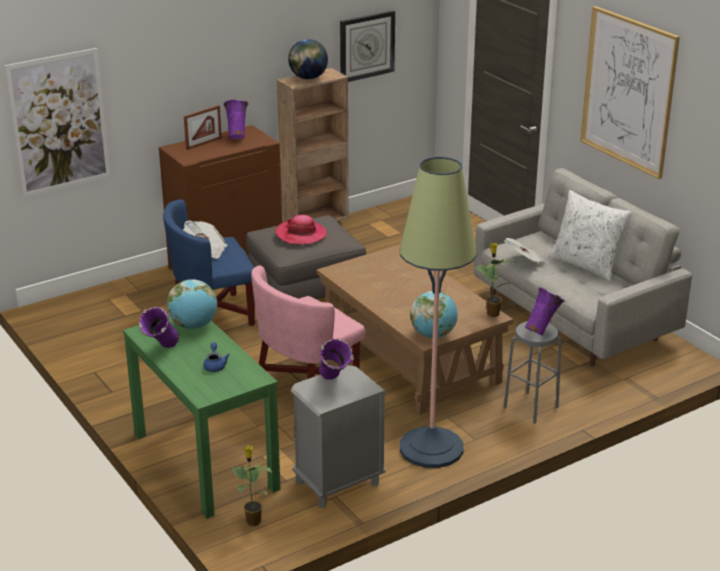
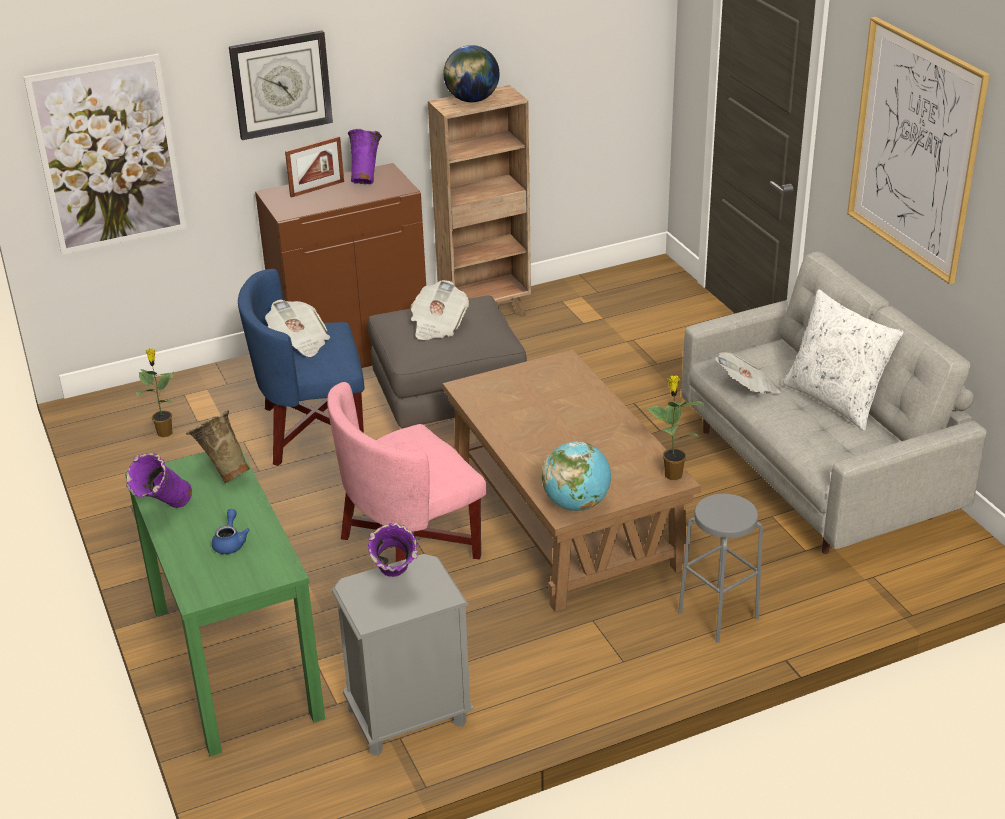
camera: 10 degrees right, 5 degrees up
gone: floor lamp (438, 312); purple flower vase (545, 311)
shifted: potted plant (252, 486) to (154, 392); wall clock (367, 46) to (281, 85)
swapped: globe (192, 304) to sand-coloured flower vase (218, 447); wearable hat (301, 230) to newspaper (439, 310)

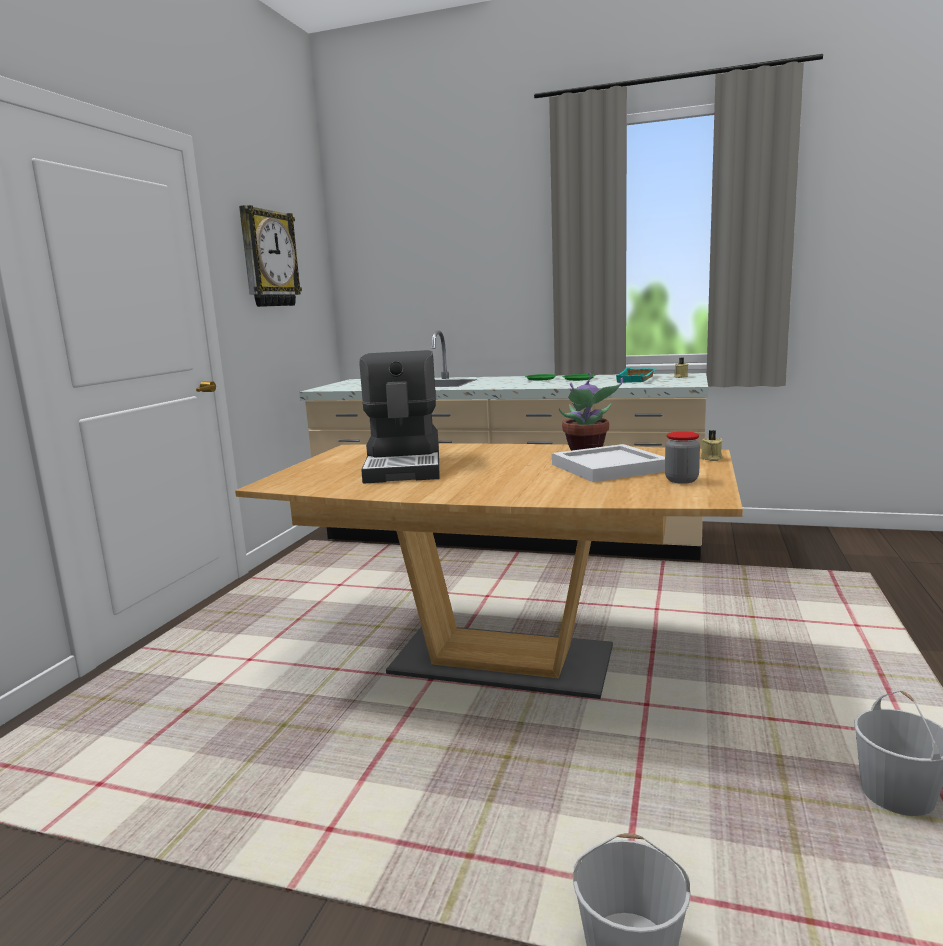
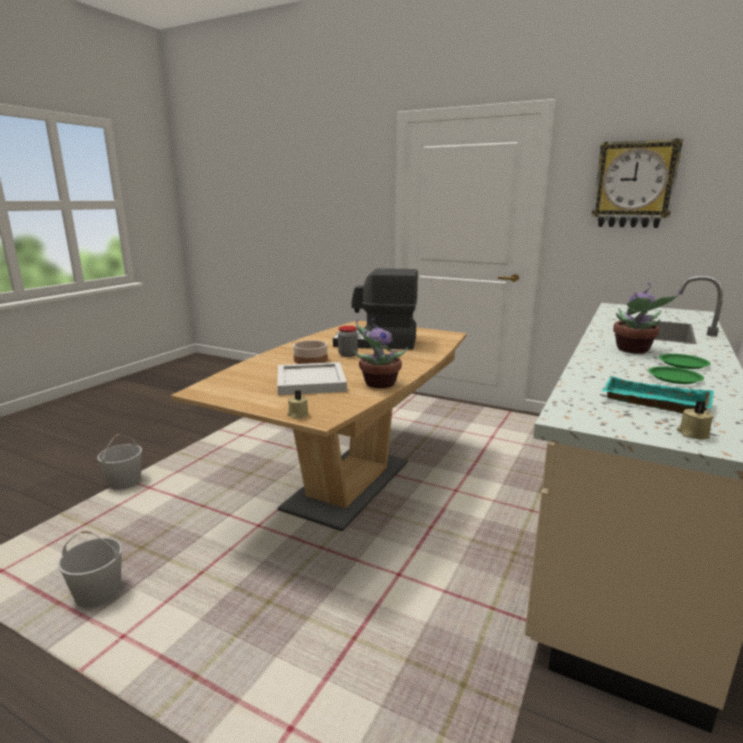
camera: 100 degrees right, 5 degrees up
new: bowl (310, 352); potted plant (646, 318)
shifted: jar (682, 457) to (348, 341)

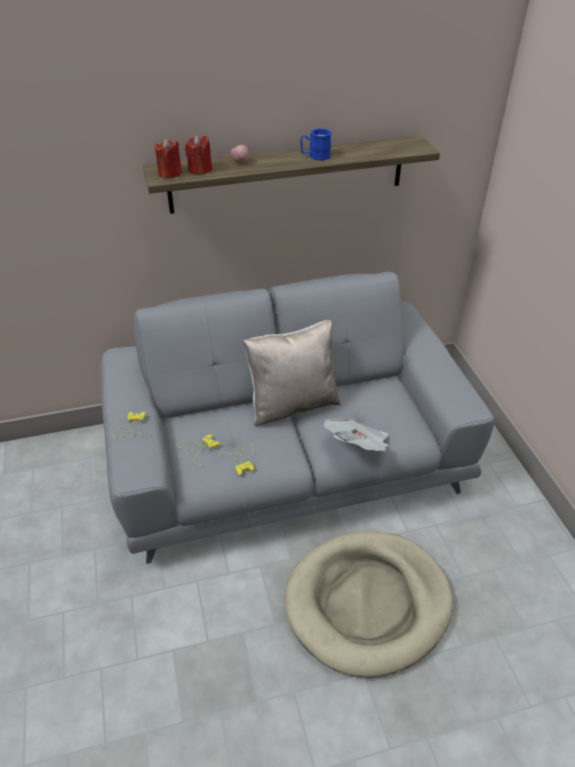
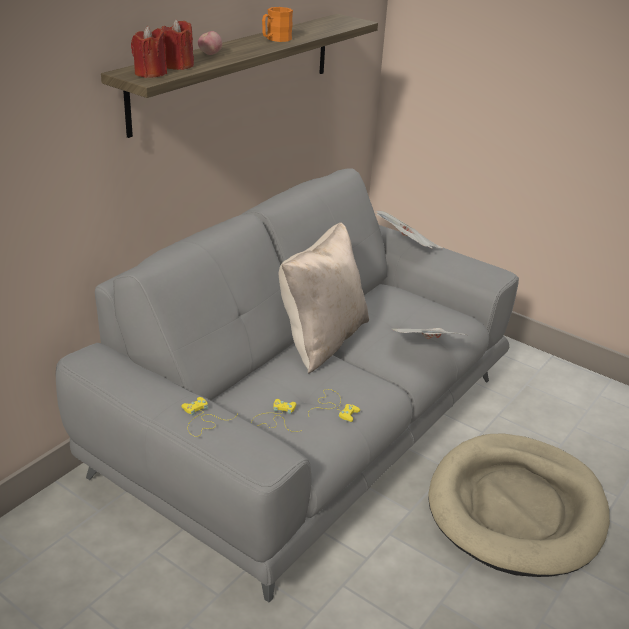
camera: 40 degrees left, 10 degrees down
new: newspaper (409, 230)
repainted: blue mug (316, 144) to orangey mug (277, 24)

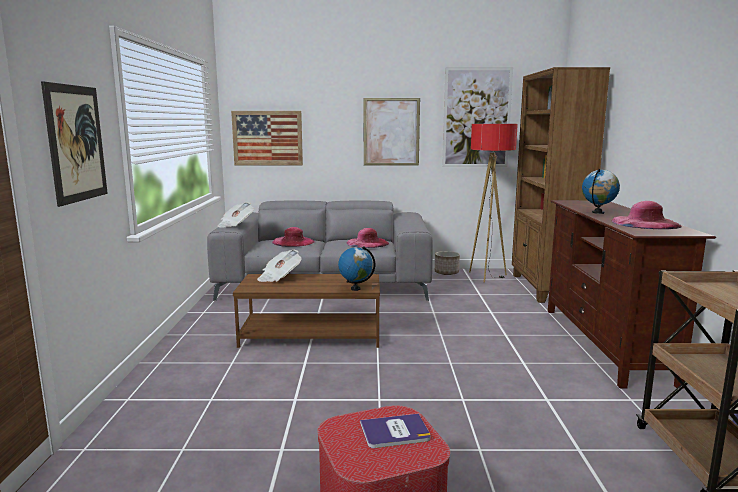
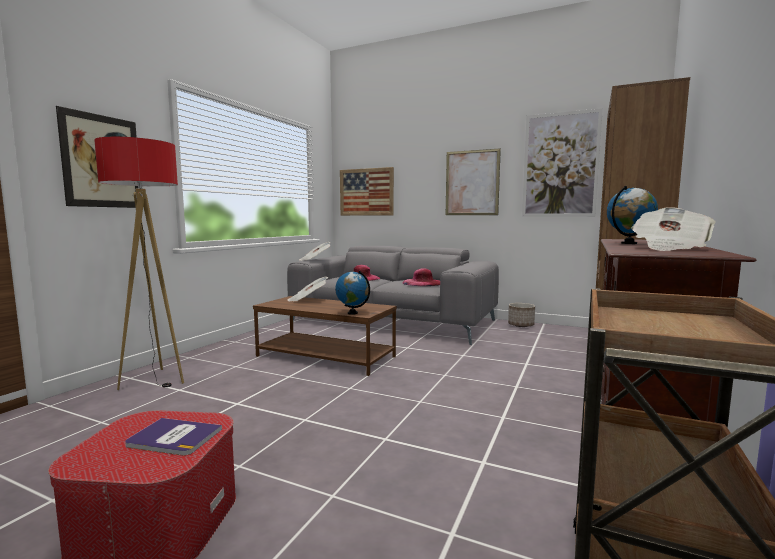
camera: 25 degrees right, 5 degrees down
shifted: floor lamp (493, 203) to (139, 263)
swapped: pink-coloured wearable hat (647, 215) to newspaper (673, 229)

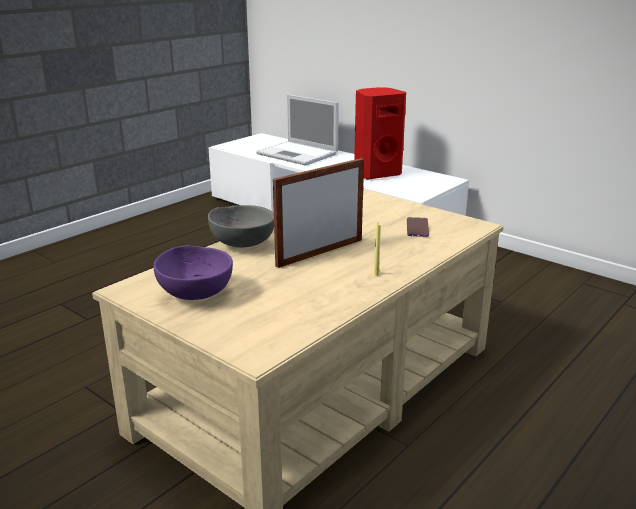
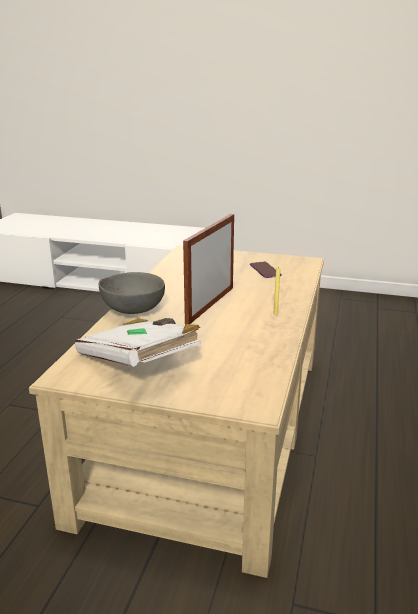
camera: 25 degrees left, 0 degrees up
gone: portable computer (297, 130); red-coloured speaker (380, 133)
swapped: purple bowl (193, 272) to white bound book (138, 342)

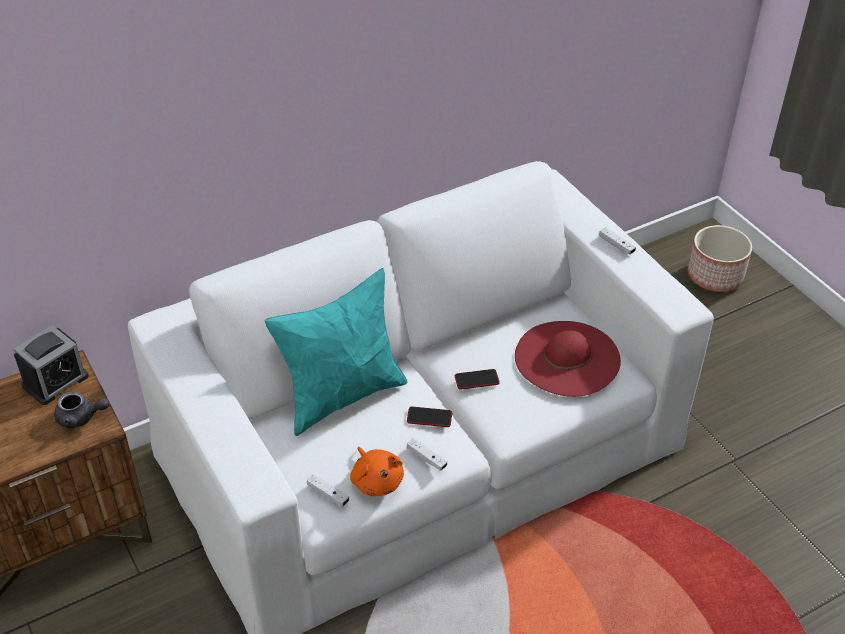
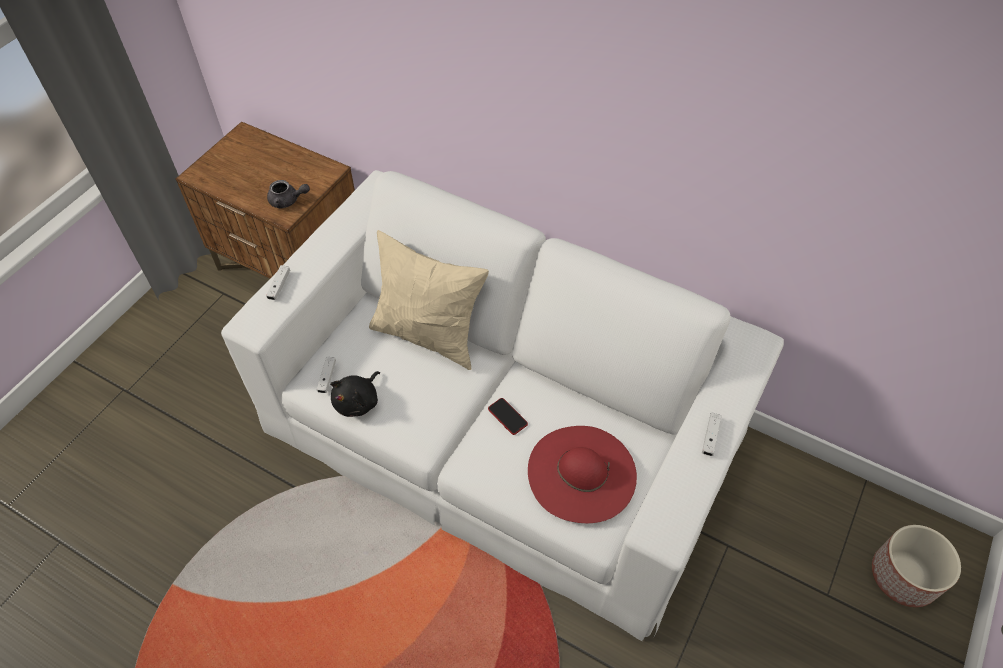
camera: 60 degrees right, 10 degrees up
gone: table clock (51, 365); telephone (429, 417)
shifted: white game controller (427, 454) to (278, 282)
repainted: orangey plush toy (377, 471) to black plush toy (355, 394); turquoise-coloured cushion (336, 352) to sand-coloured cushion (429, 300)
rotated: grey pot for tea (82, 410) = (288, 194) 60 degrees counterclockwise

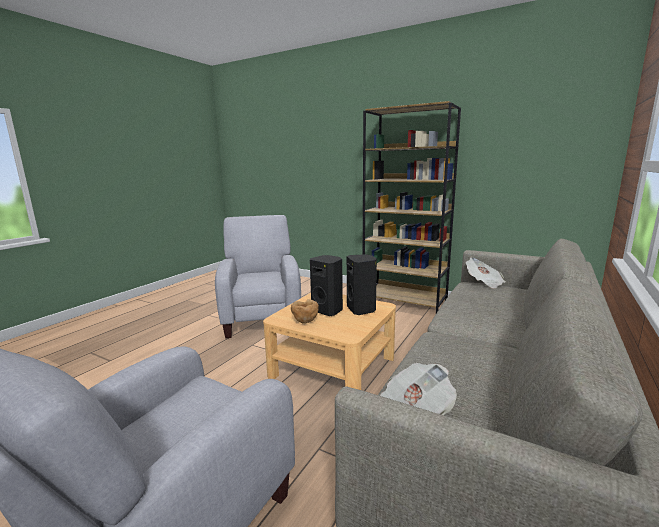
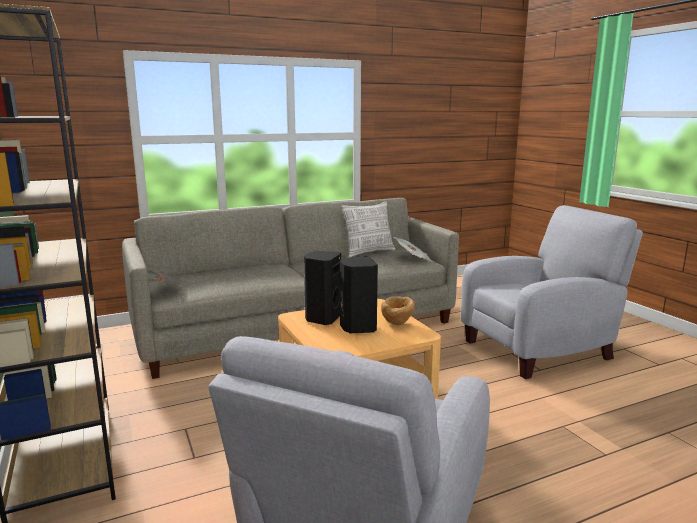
camera: 145 degrees left, 0 degrees up
new: cushion (368, 229)

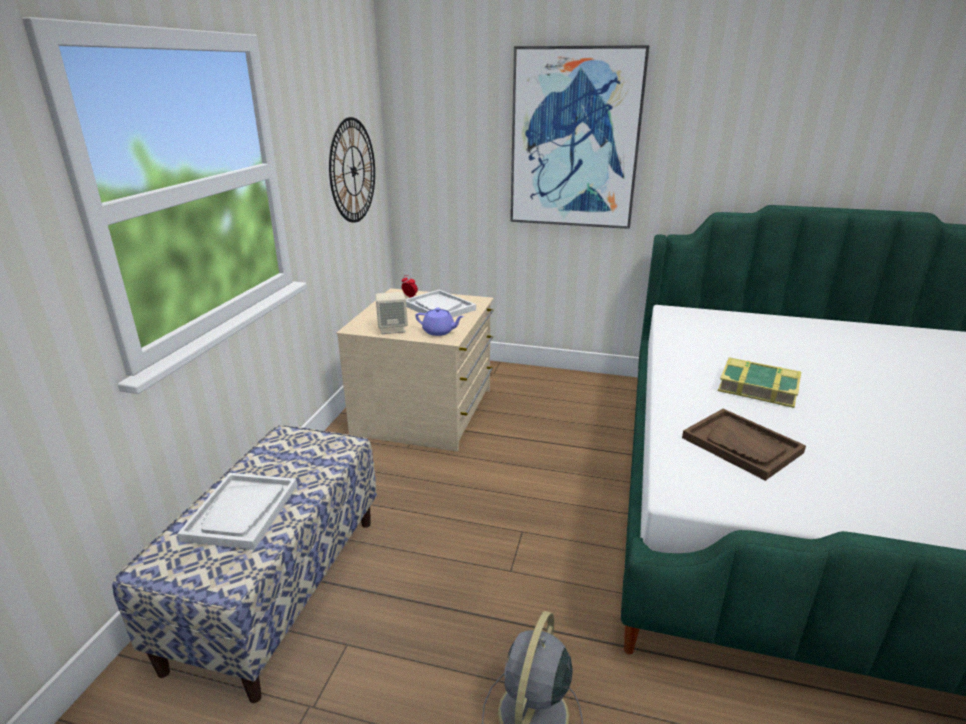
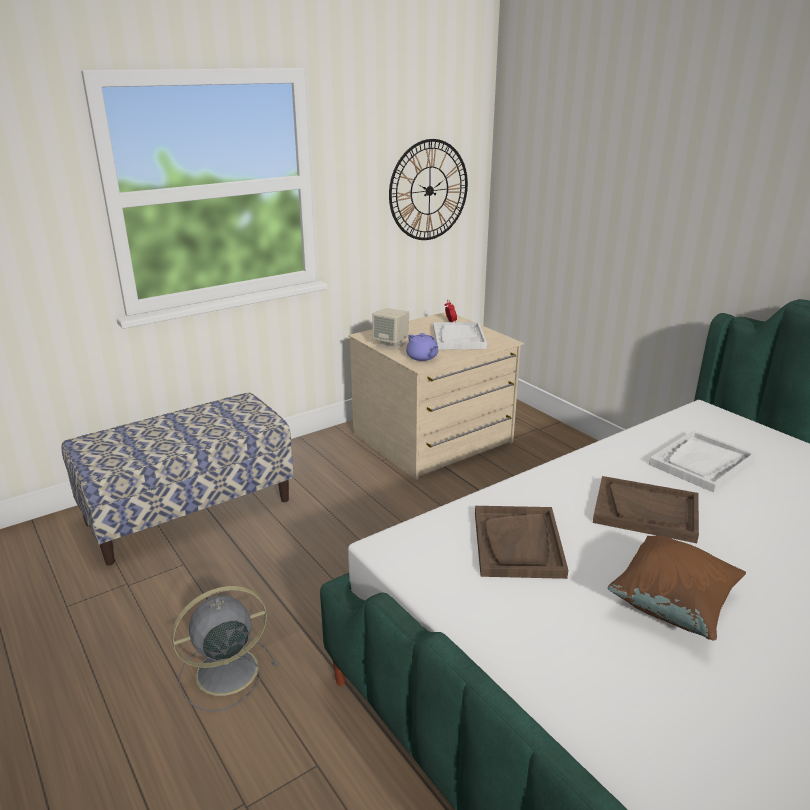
camera: 40 degrees right, 0 degrees up
gone: picture (579, 137)
new: brown cushion (677, 588)
shifted: white tray (237, 511) to (702, 461)
swapped: bound book (759, 382) to brown tray (646, 509)

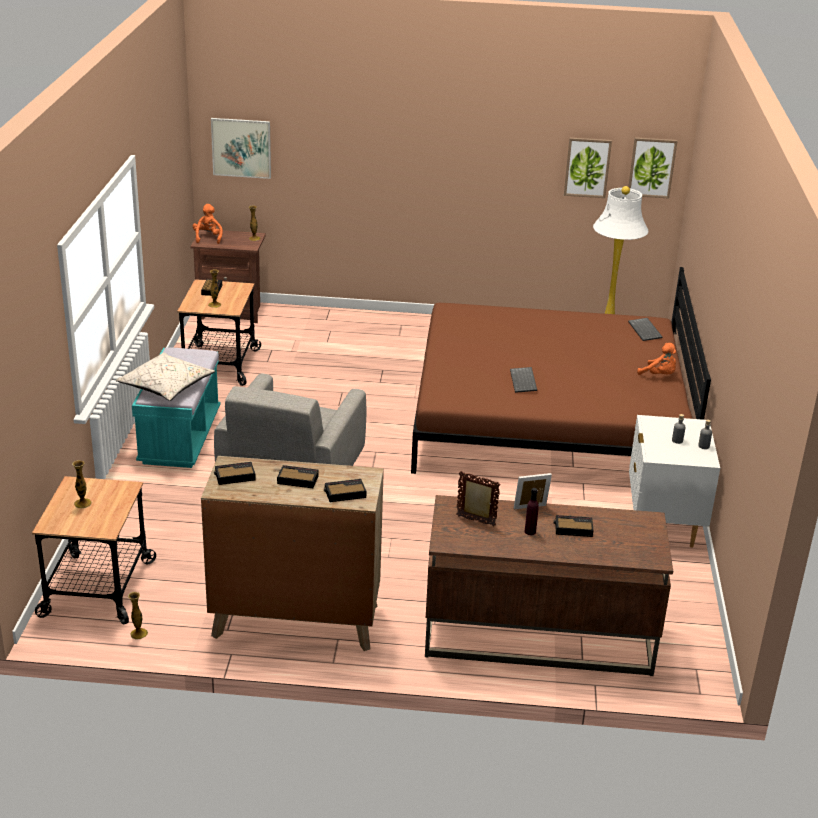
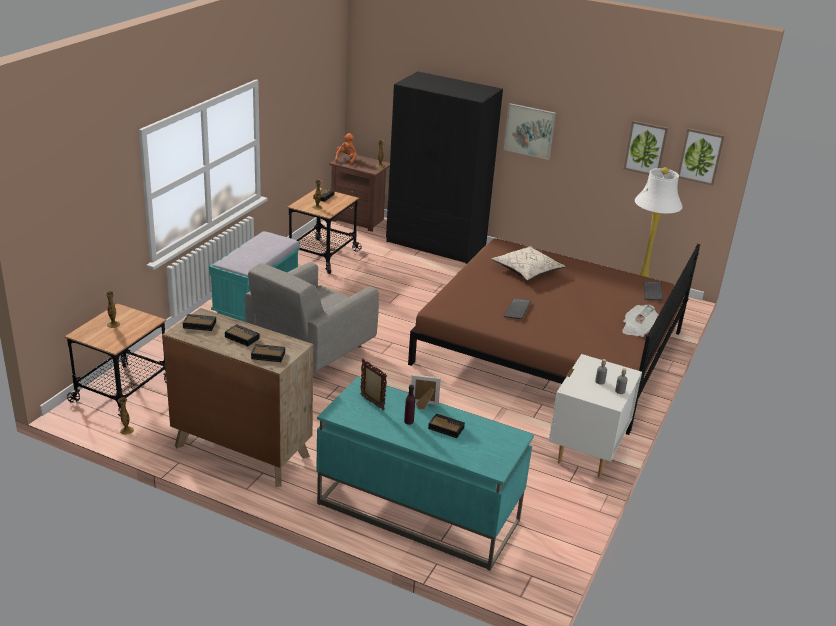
camera: 20 degrees right, 0 degrees up
new: black clothes cupboard (444, 167)
shifted: sand-coloured cushion (165, 376) to (529, 263); picture (241, 148) to (530, 131)
swapped: orangey plush toy (656, 359) to newspaper (640, 321)
repainted: brown desk table (549, 585) to turquoise-coloured desk table (425, 473)

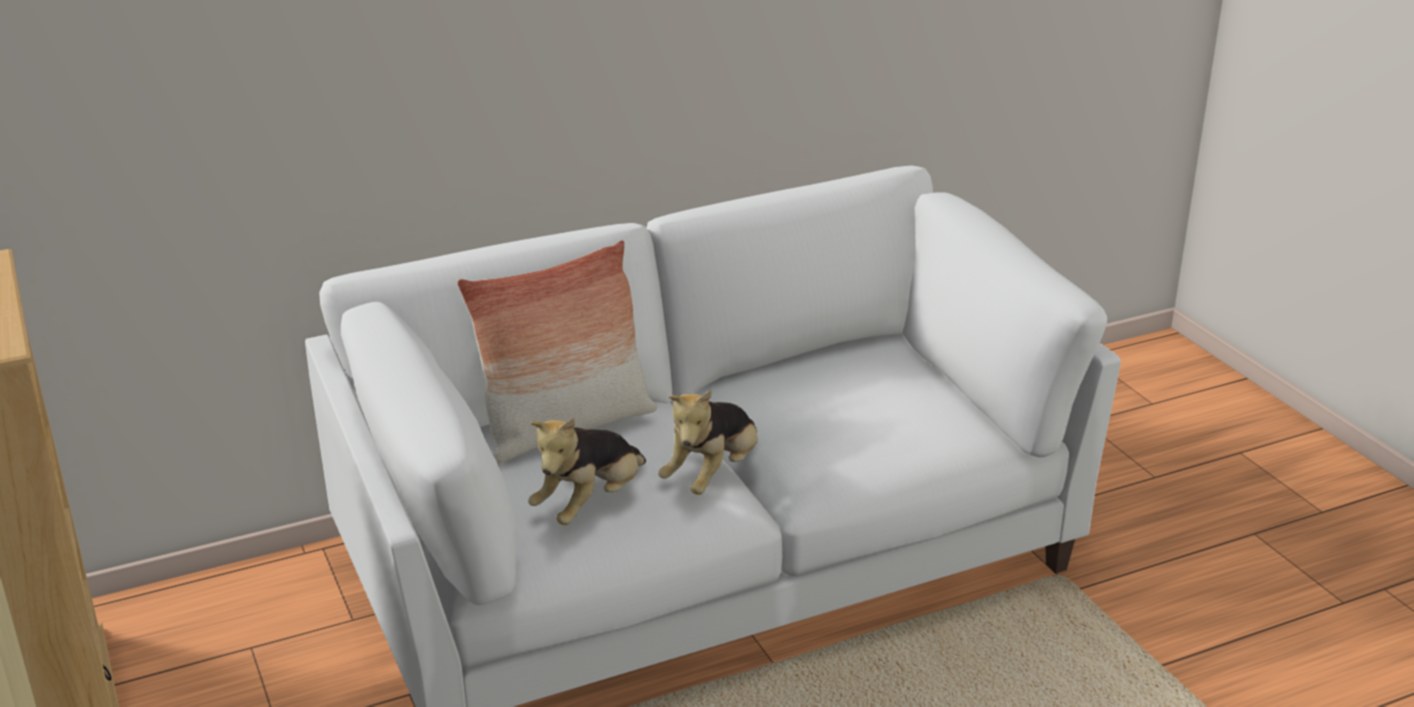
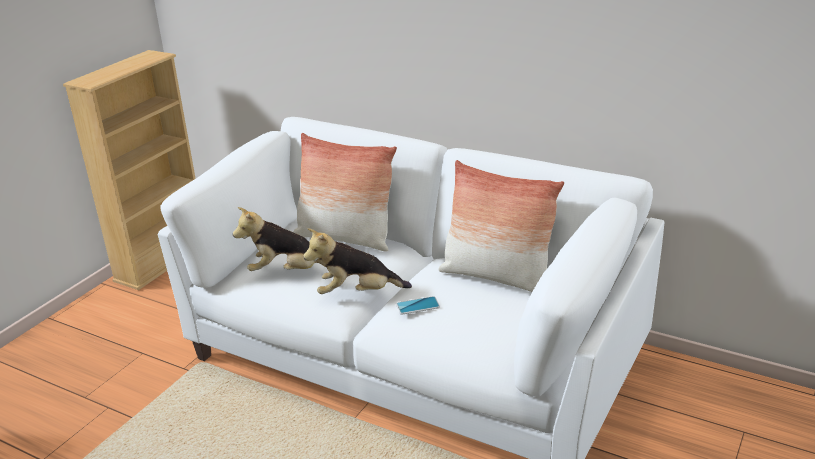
camera: 55 degrees right, 0 degrees up
new: telephone (418, 305); cushion (501, 226)

